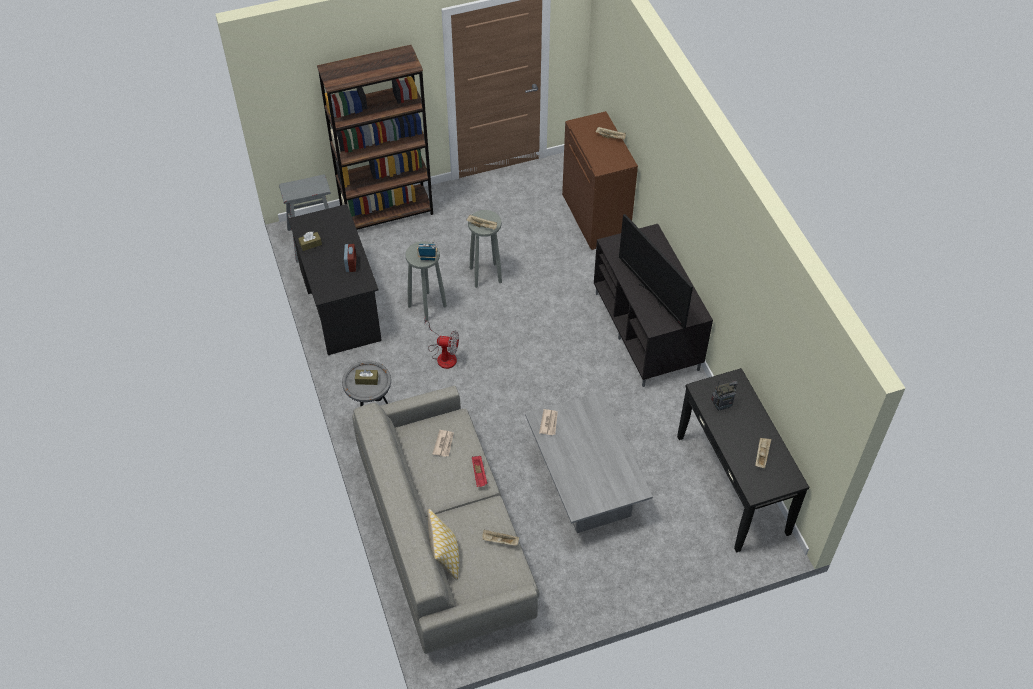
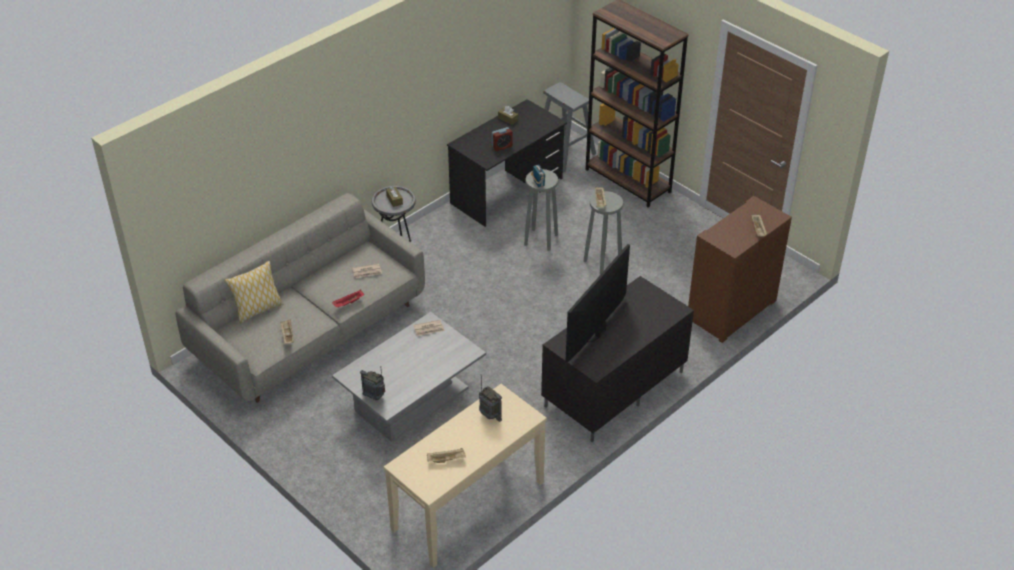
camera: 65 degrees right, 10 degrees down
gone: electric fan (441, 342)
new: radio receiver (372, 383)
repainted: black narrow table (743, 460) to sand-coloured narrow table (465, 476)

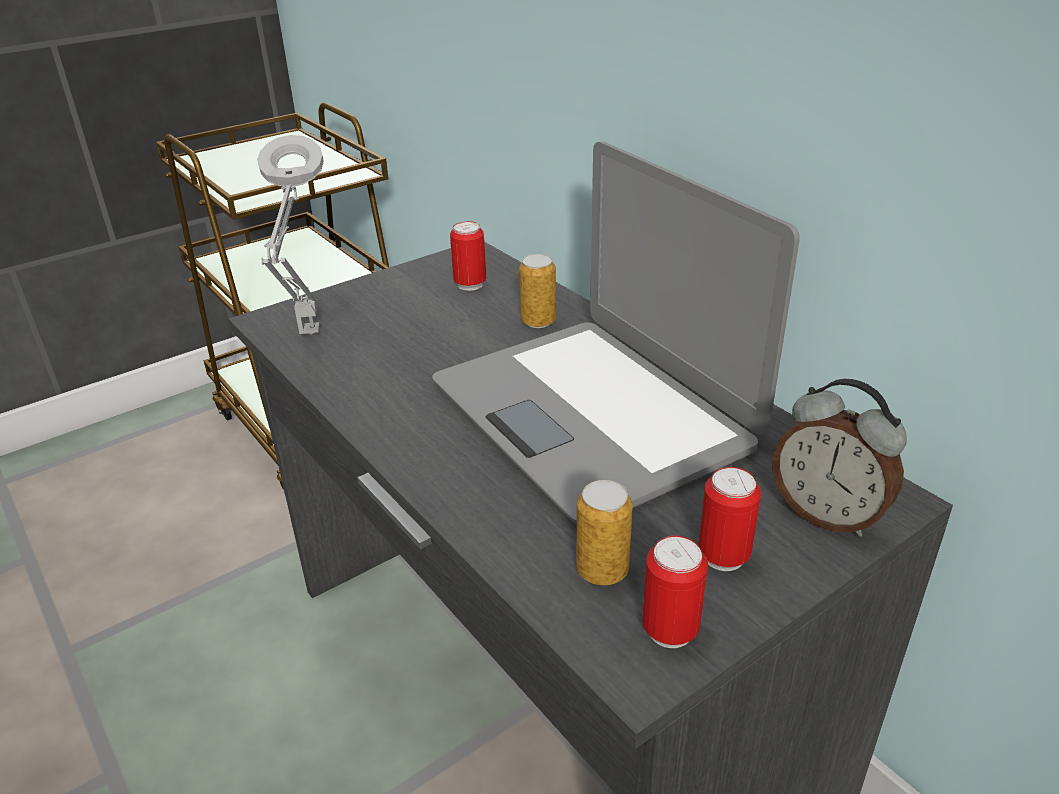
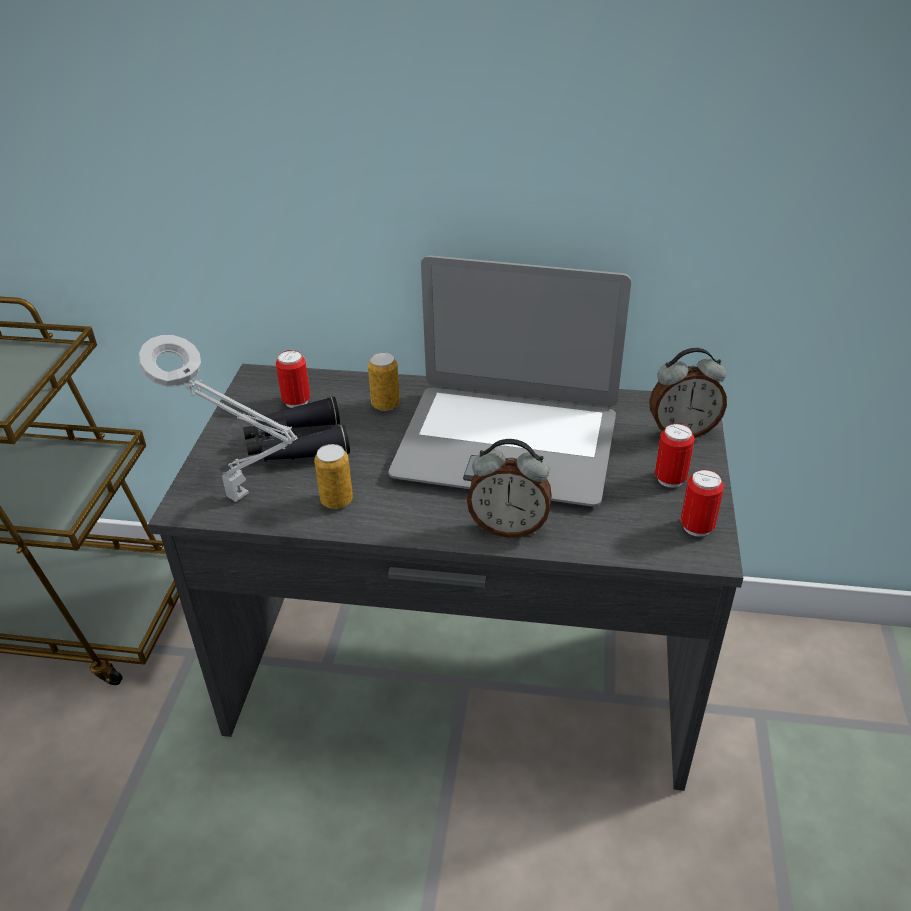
camera: 45 degrees left, 5 degrees up
new: black pair of binoculars (296, 429); table clock (509, 488)
shifted: can (604, 532) to (333, 476)

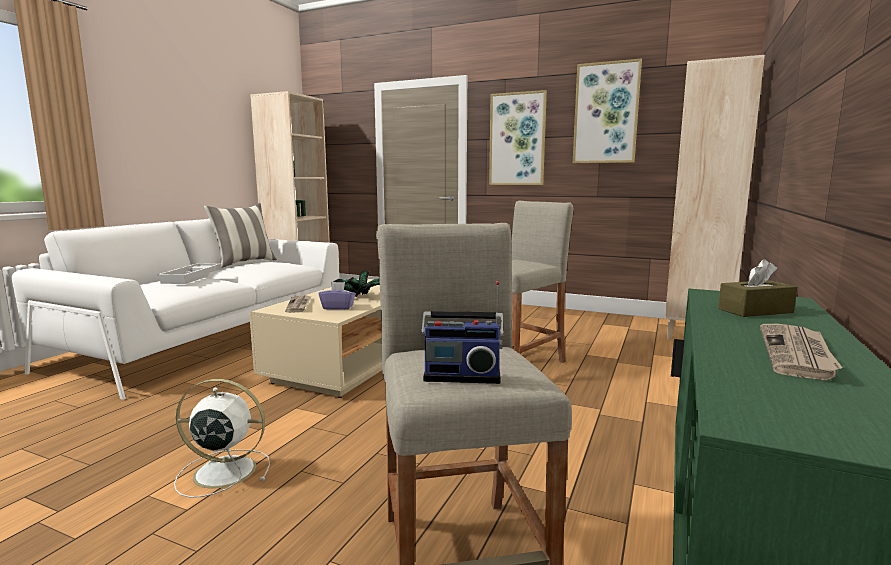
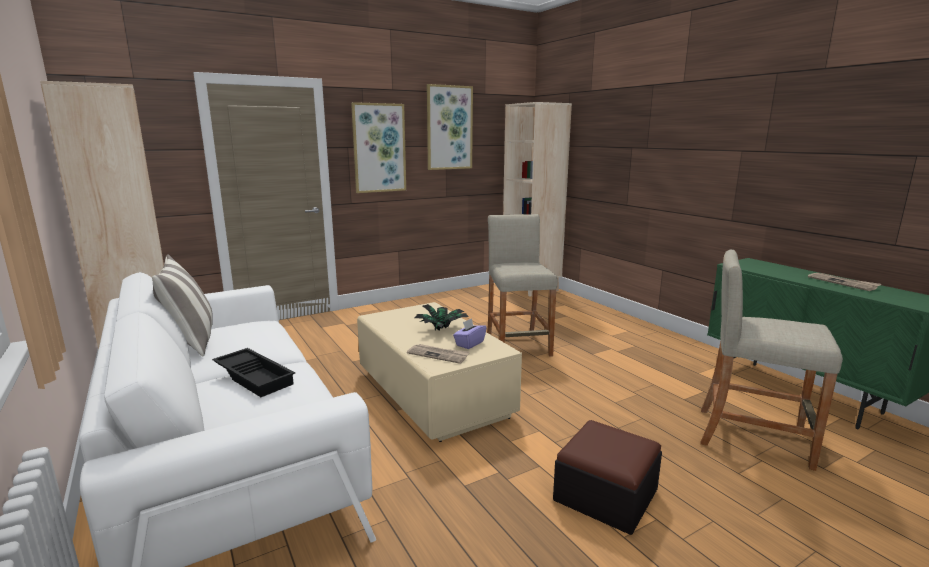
camera: 55 degrees left, 5 degrees up
gone: radio receiver (462, 332); brown tissue holder (757, 288)
swapped: white electric fan (222, 438) to pouffe (607, 477)
repainted: white tray (189, 273) to black tray (253, 372)

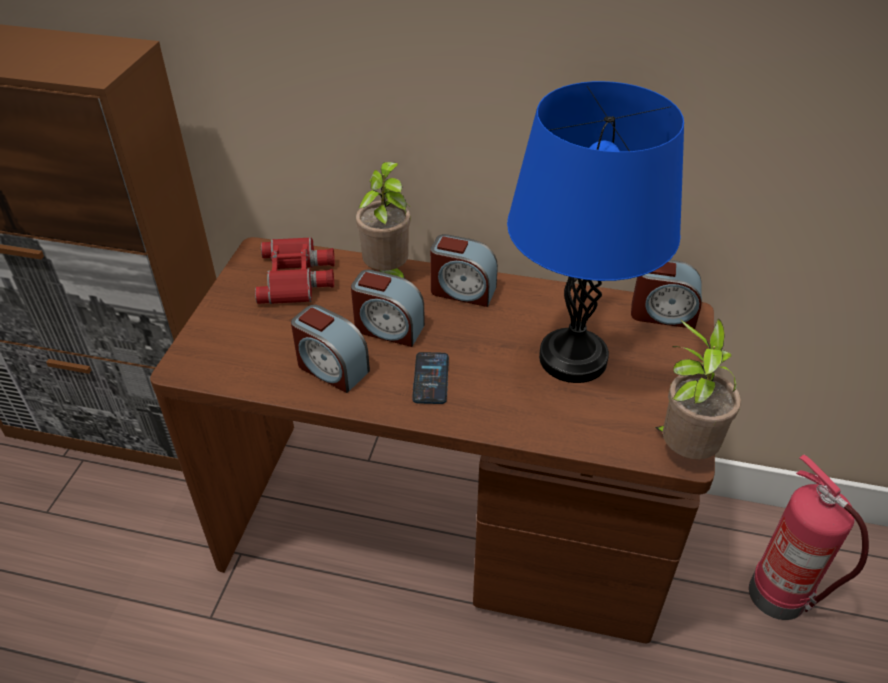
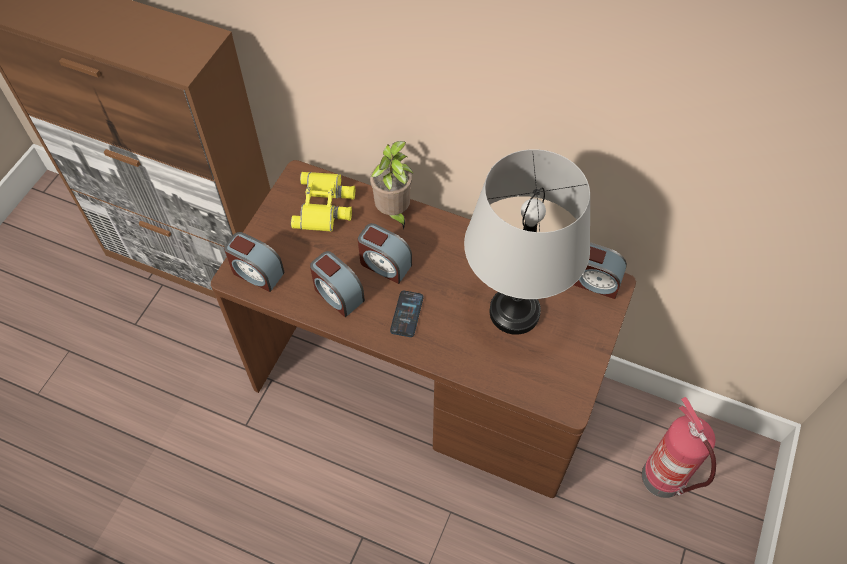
camera: 10 degrees right, 15 degrees up
gone: potted plant (698, 389)
shifted: table clock (464, 270) to (254, 262)
repainted: red-coloured pair of binoculars (295, 270) to yellow pair of binoculars (323, 202); blue table lamp (595, 232) to grey table lamp (527, 242)

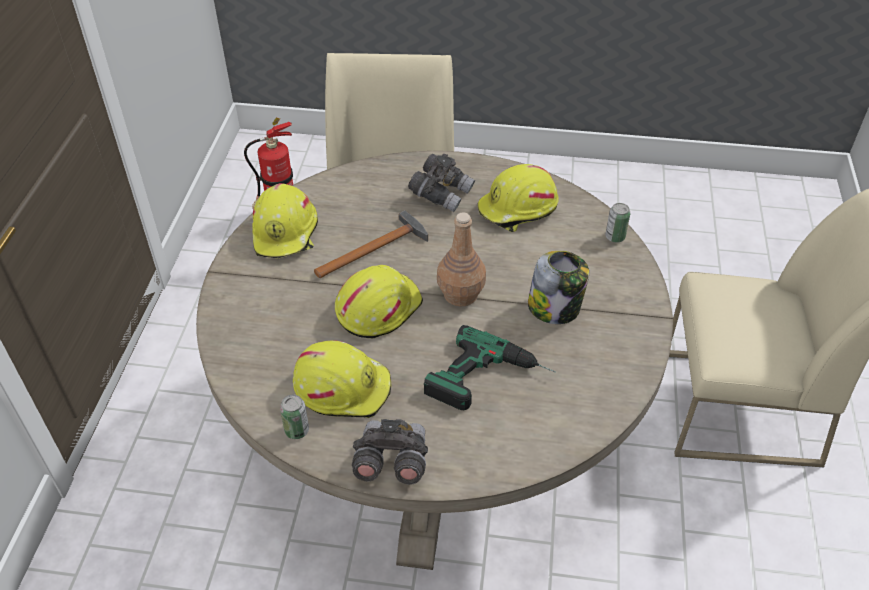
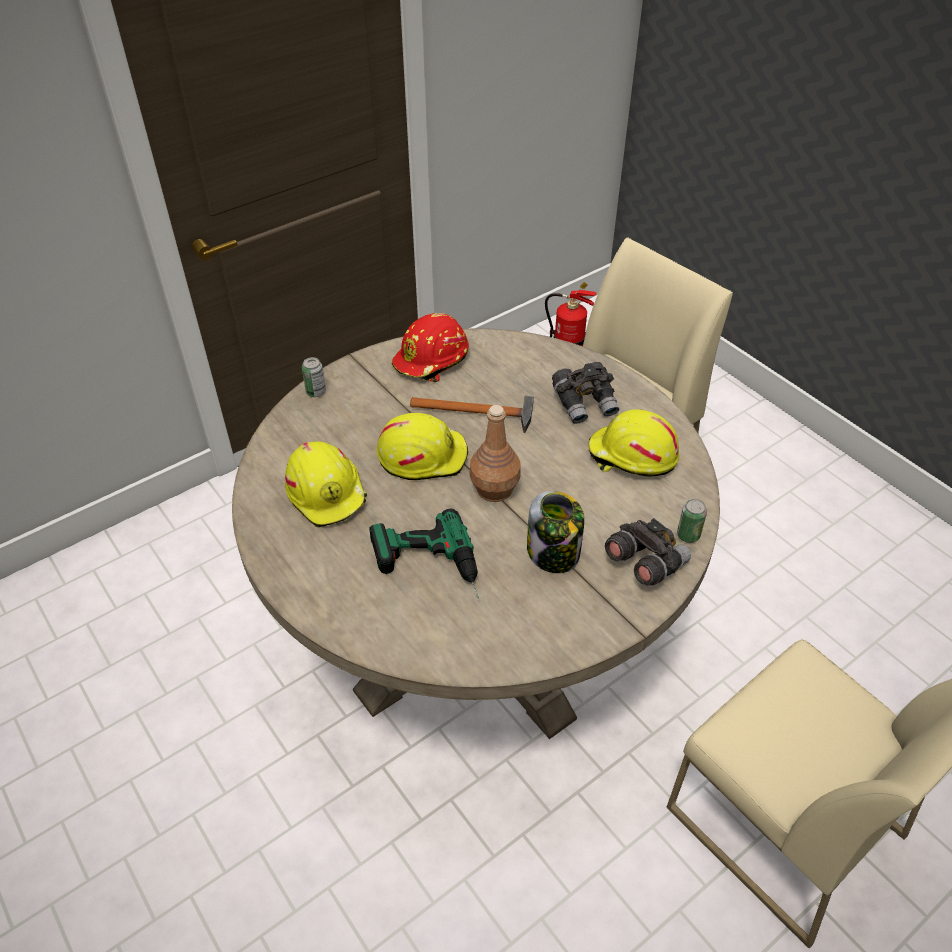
camera: 45 degrees right, 0 degrees up
shifted: can (294, 417) to (314, 377); grey pair of binoculars (390, 452) to (648, 552)
repainted: yellow safety helmet (285, 220) to red-coloured safety helmet (430, 347)

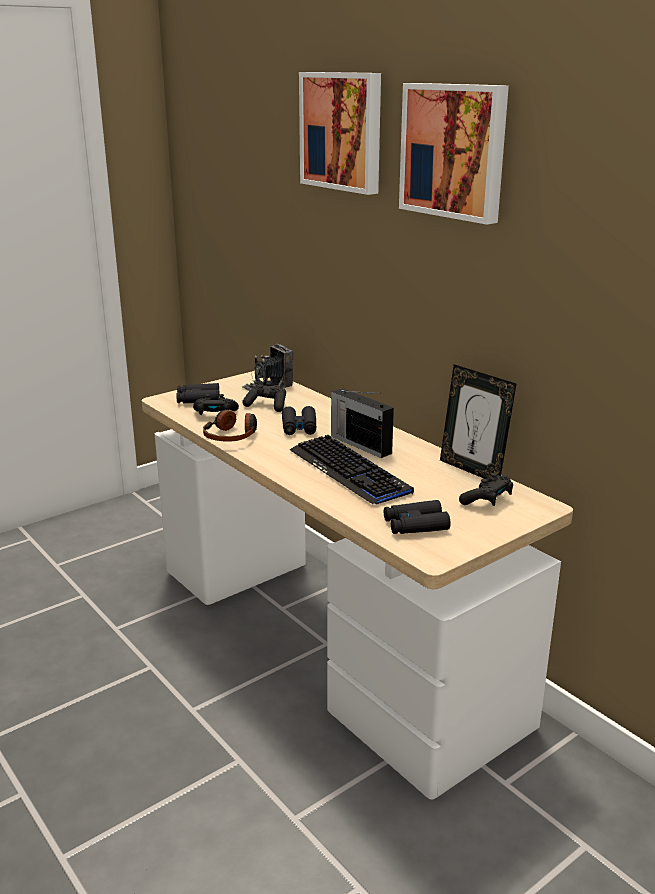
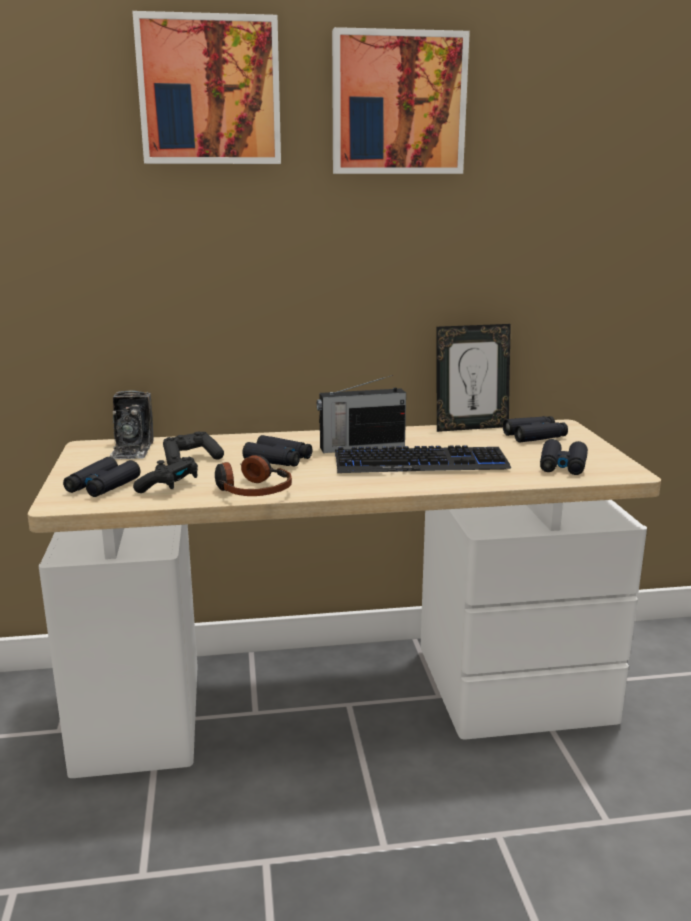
camera: 60 degrees left, 5 degrees down
swapped: black game controller (486, 489) to black pair of binoculars (535, 429)

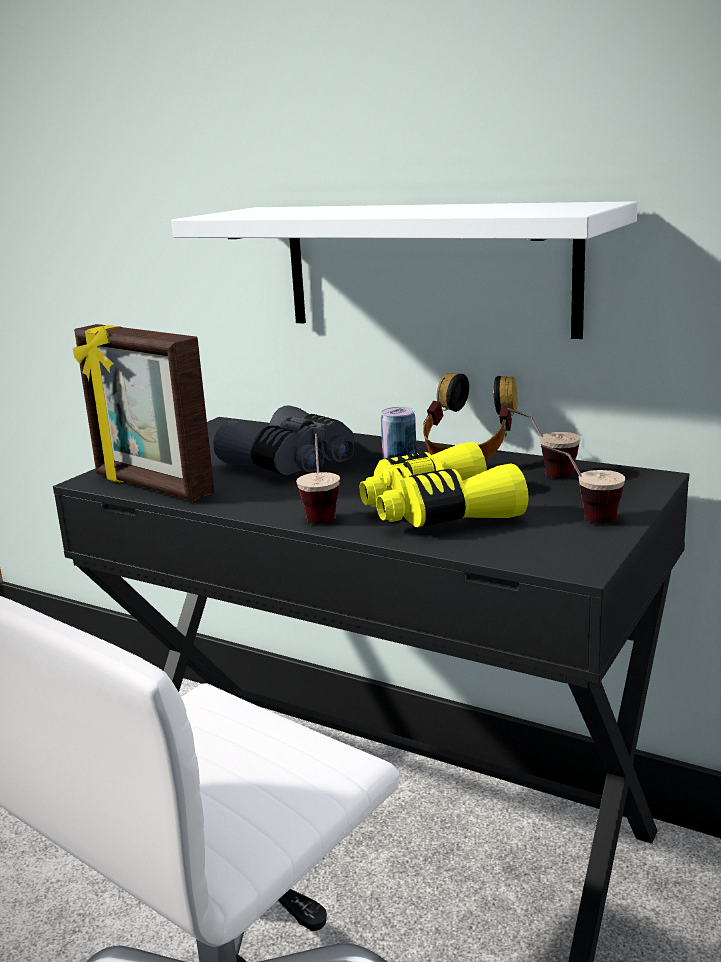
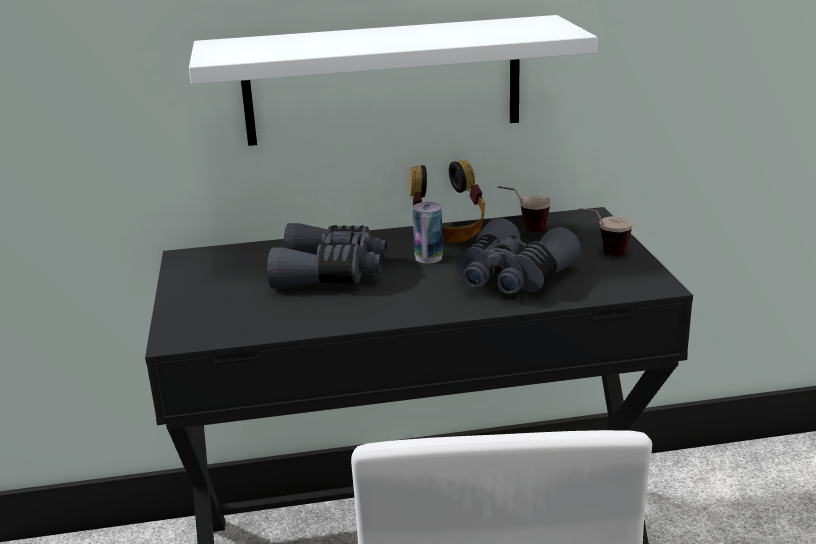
camera: 40 degrees left, 5 degrees up
gone: photo frame (144, 412); cup (318, 479)
repainted: yellow pair of binoculars (444, 484) to grey pair of binoculars (518, 256)

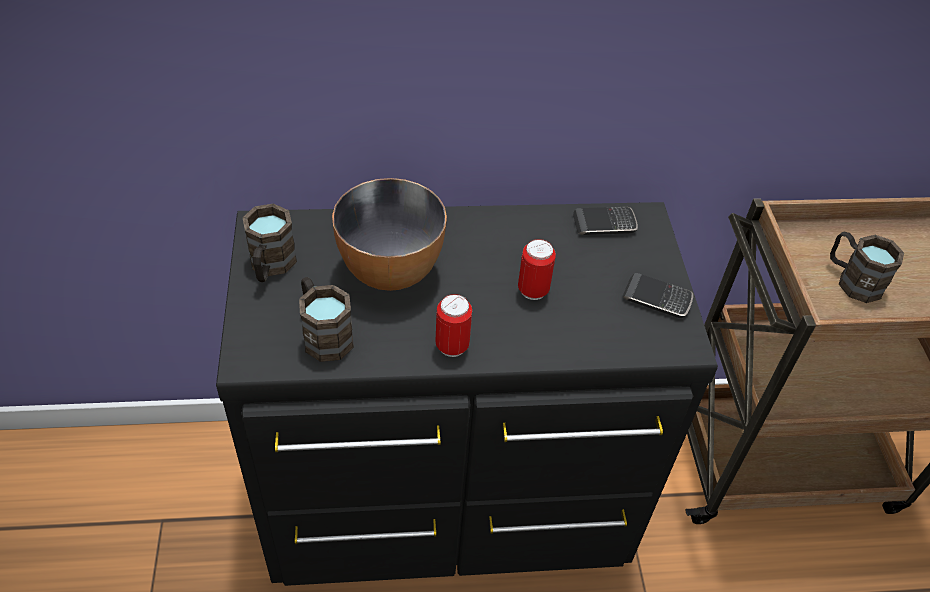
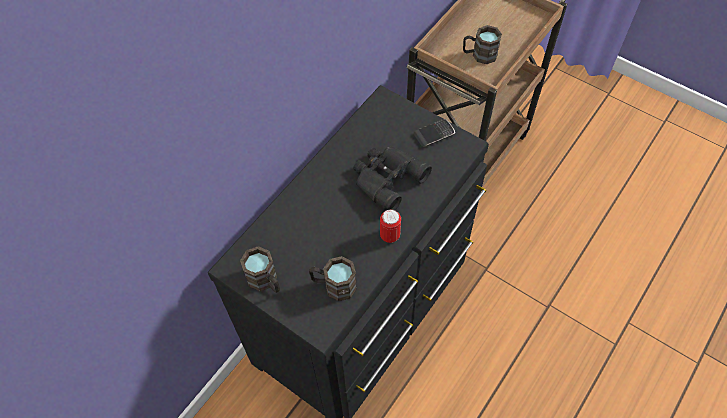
camera: 45 degrees left, 10 degrees up
gone: bowl (389, 234); telephone (605, 221)
swapped: can (537, 269) to black pair of binoculars (392, 179)

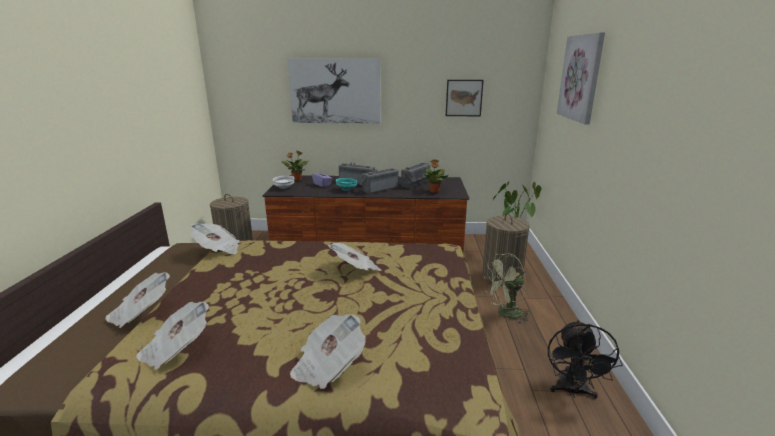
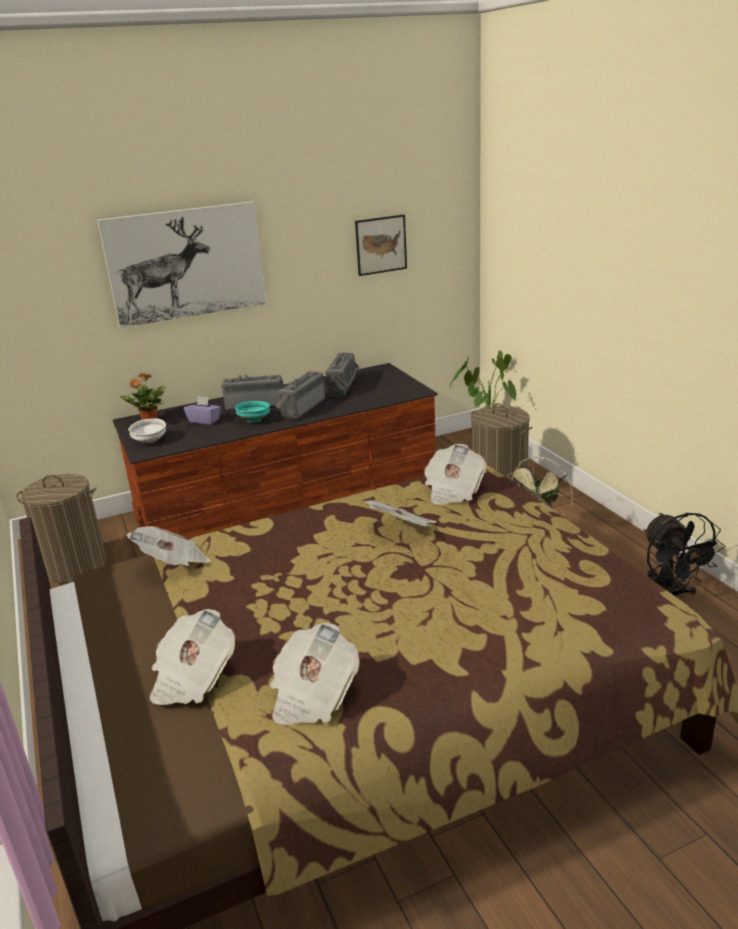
camera: 25 degrees left, 5 degrees up
gone: potted plant (435, 176); picture (581, 78)
shifted: newspaper (328, 351) to (455, 474)

